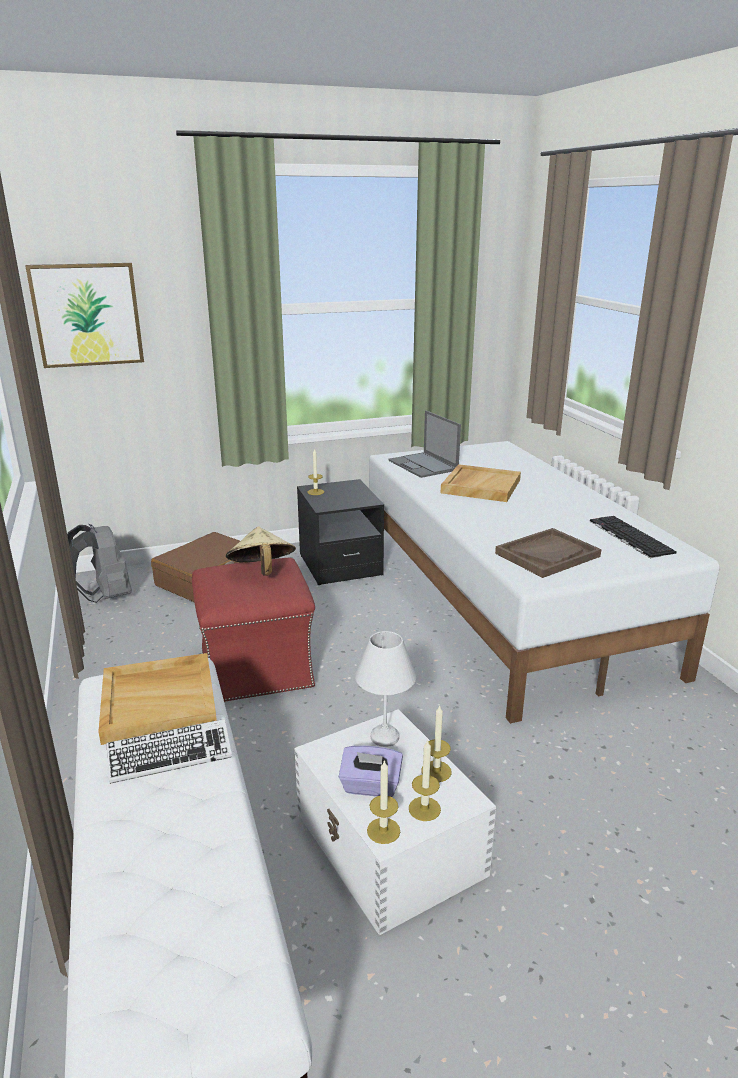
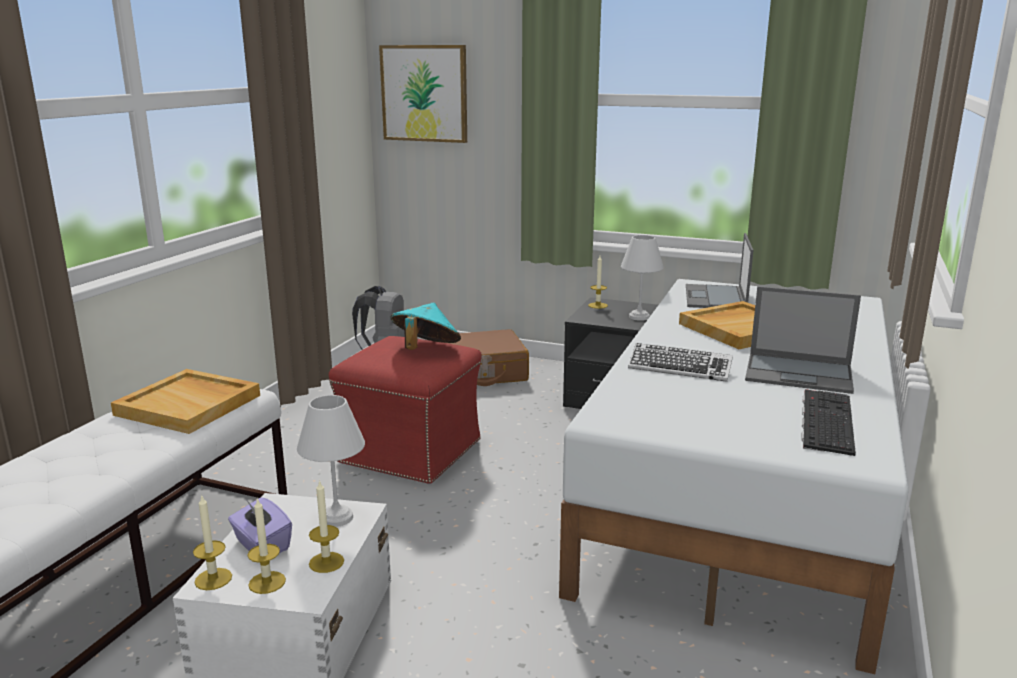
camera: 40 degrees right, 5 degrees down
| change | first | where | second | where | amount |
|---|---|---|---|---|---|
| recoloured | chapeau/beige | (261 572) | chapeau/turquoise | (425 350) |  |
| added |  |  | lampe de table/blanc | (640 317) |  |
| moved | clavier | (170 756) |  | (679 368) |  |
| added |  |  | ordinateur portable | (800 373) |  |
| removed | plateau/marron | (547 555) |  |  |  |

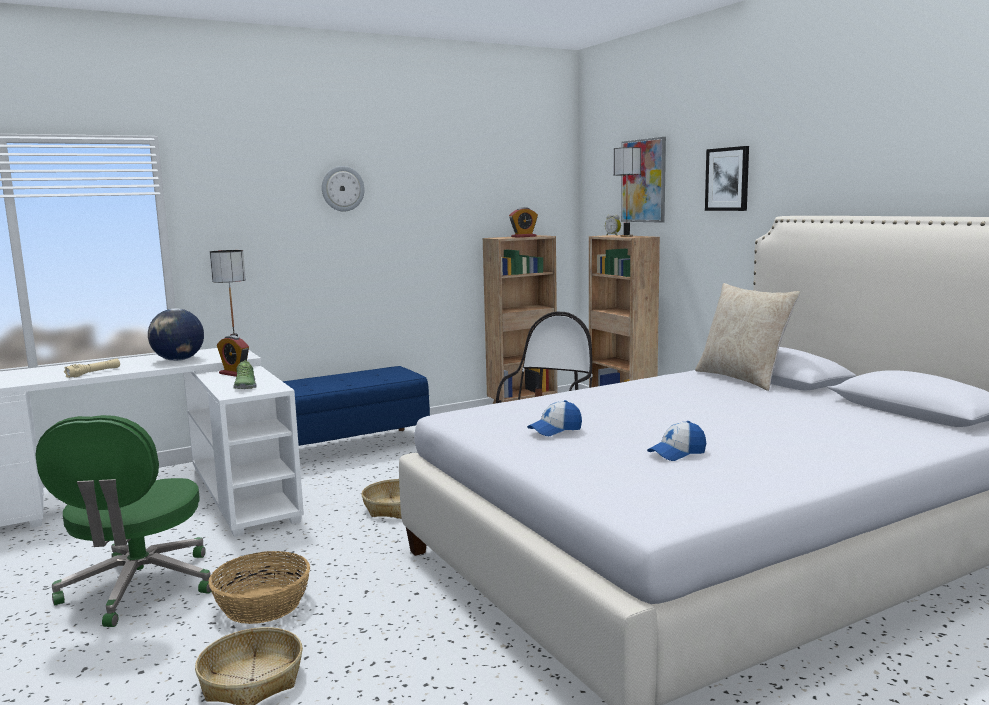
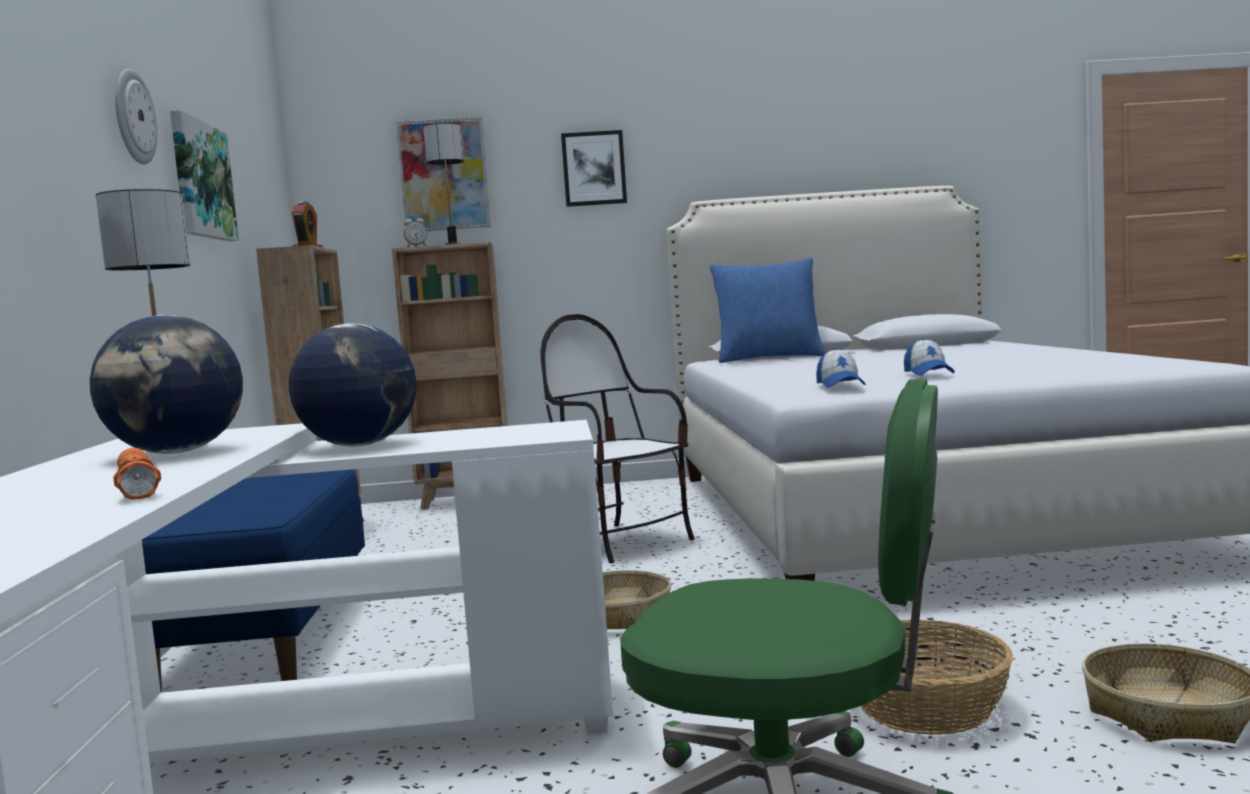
camera: 65 degrees left, 5 degrees down
| change | first | where | second | where | amount |
|---|---|---|---|---|---|
| recoloured | lampe de poche/beige | (93 373) | lampe de poche/orange | (137 488) |  |
| added |  |  | tableau | (200 180) |  |
| replaced | réveil | (235 374) | globe | (360 445) |  |
| recoloured | coussin/beige | (742 378) | coussin/bleu | (769 359) |  |
| moved | casquette | (677 453) |  | (840 384) |  |
| removed | chaussure | (245 386) |  |  |  |

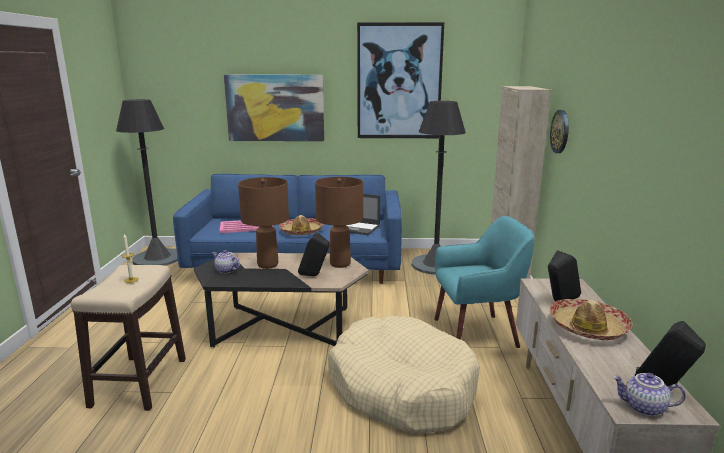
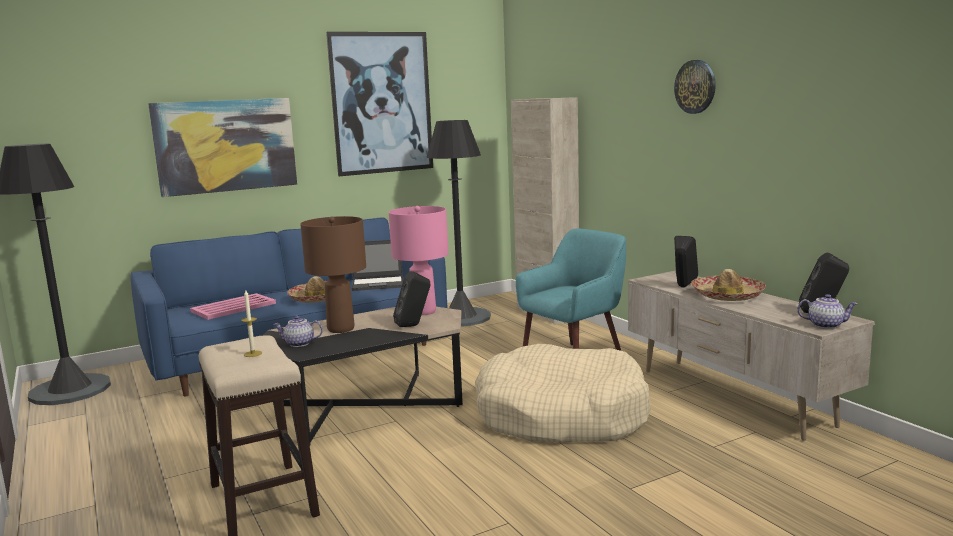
camera: 30 degrees left, 5 degrees down
| change | first | where | second | where | amount |
|---|---|---|---|---|---|
| recoloured | lampe de table/marron | (340 264) | lampe de table/rose | (423 312) |  |
| moved | horloge murale | (560 131) |  | (695 86) |  |
| turned | théière | (643 408) |  | (825 325) | 150 degrees counterclockwise |

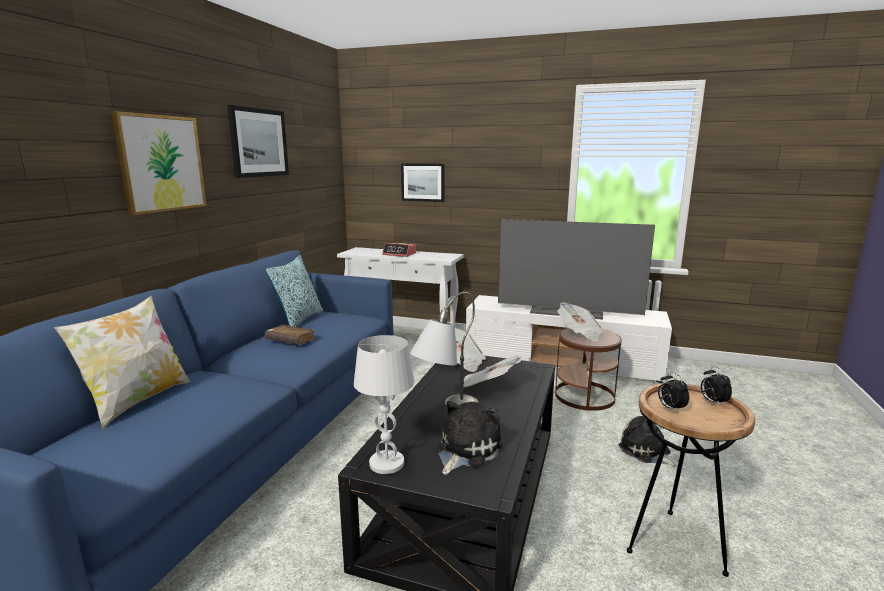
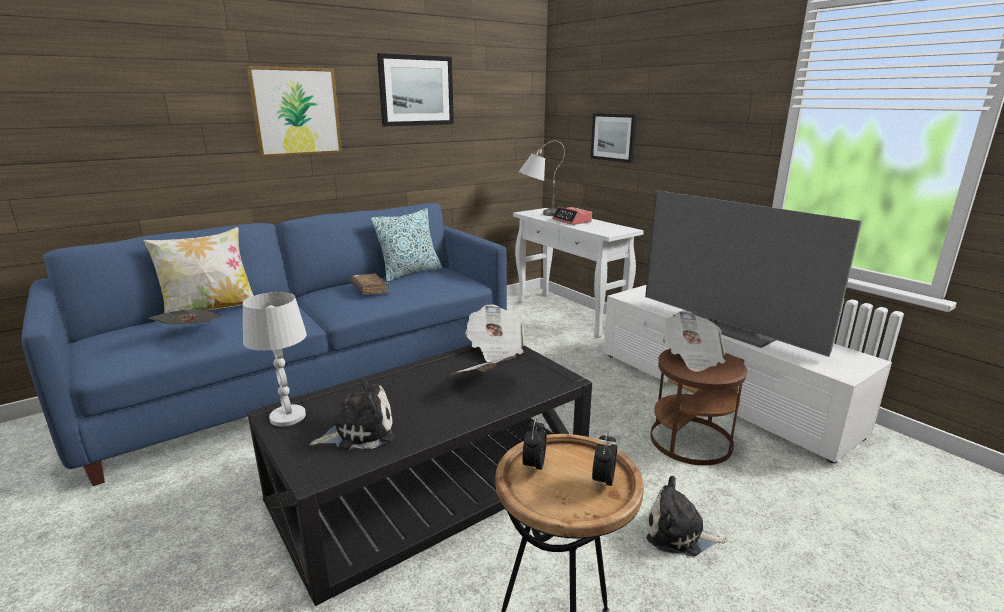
camera: 35 degrees right, 5 degrees up
| change | first | where | second | where | amount |
|---|---|---|---|---|---|
| added |  |  | journal | (191 333) |  |
| moved | lampe de table/gris | (444 415) |  | (539 214) |  |
| turned | peluche | (646 452) |  | (679 534) | 75 degrees counterclockwise |

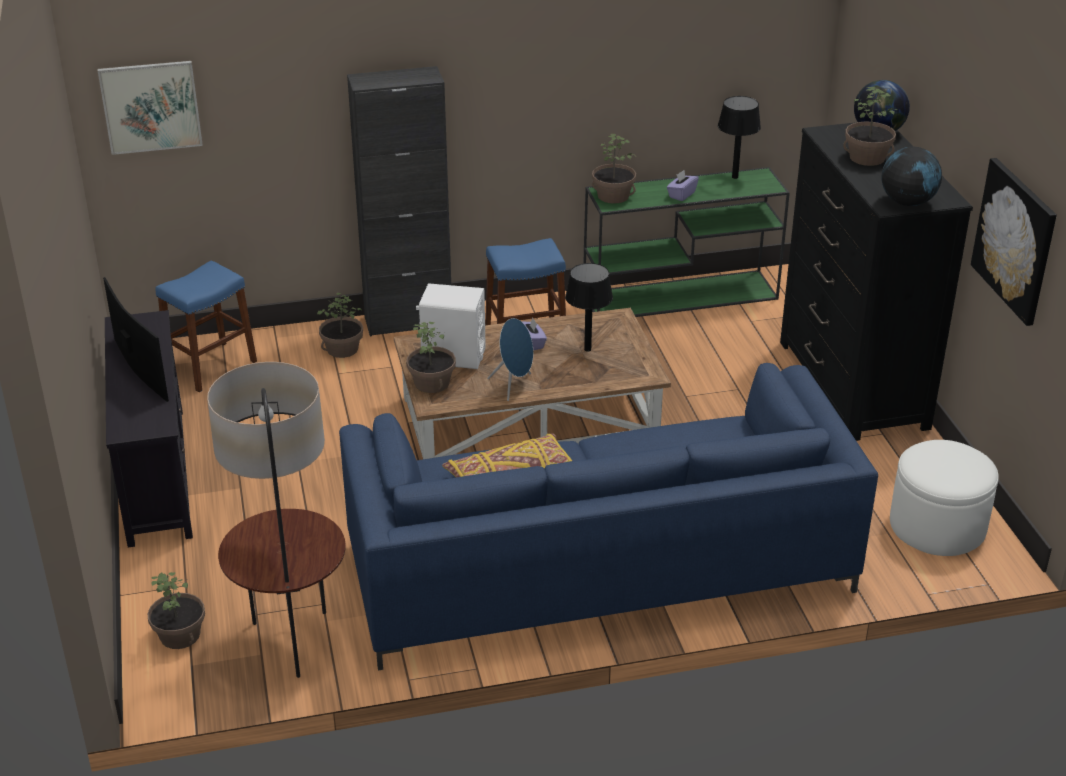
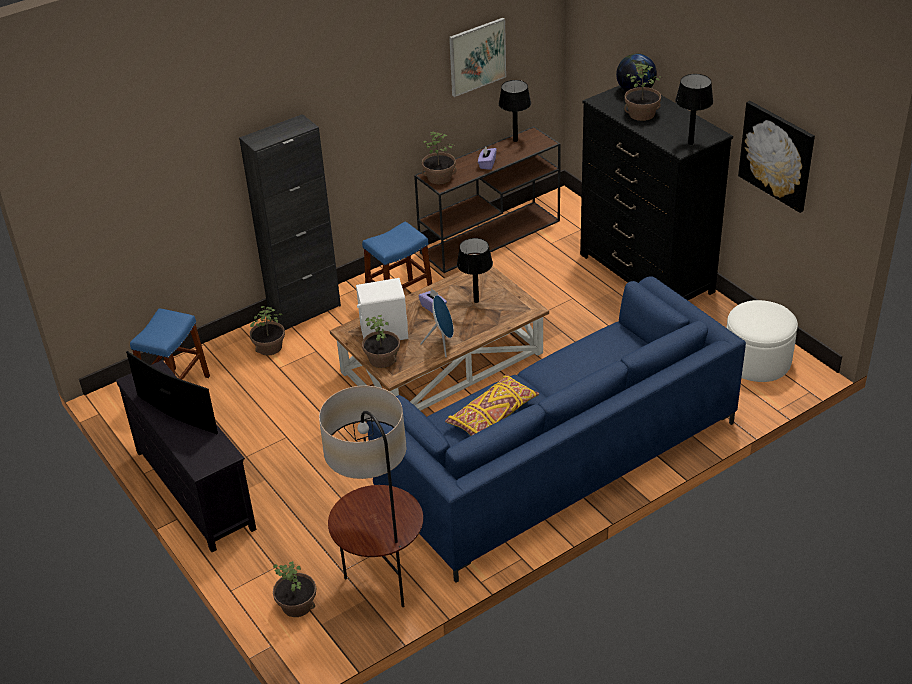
camera: 20 degrees left, 5 degrees up
| change | first | where | second | where | amount |
|---|---|---|---|---|---|
| recoloured | table console/vert | (682 295) | table console/marron | (491 236) |  |
| moved | tableau | (151 107) |  | (477 56) |  |
| replaced | globe | (907 202) | lampe de table/noir | (690 143) |  |

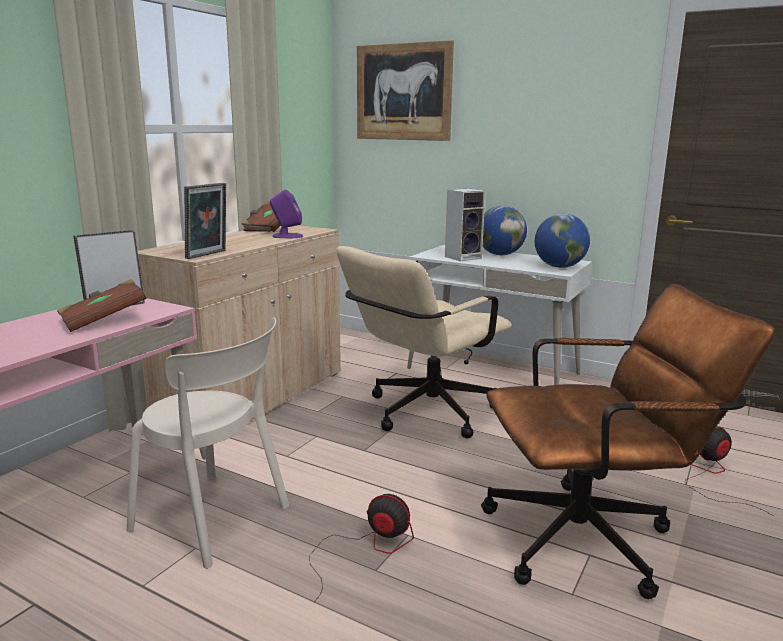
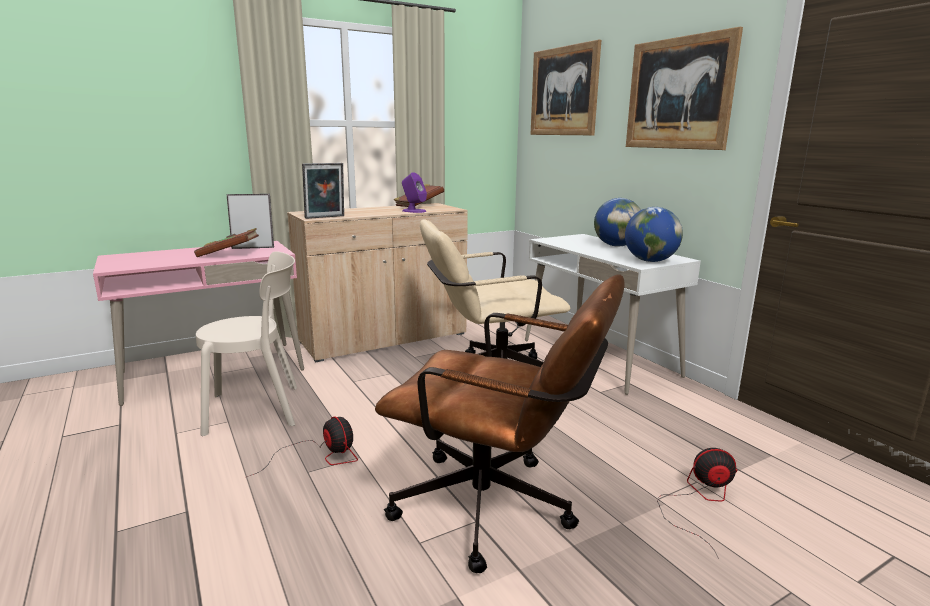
camera: 30 degrees right, 0 degrees up
| change | first | where | second | where | amount |
|---|---|---|---|---|---|
| turned | chaise/beige | (216 520) |  | (259 409) | 75 degrees counterclockwise |
| added |  |  | tableau | (678 94) |  |
| removed | enceinte | (463 257) |  |  |  |

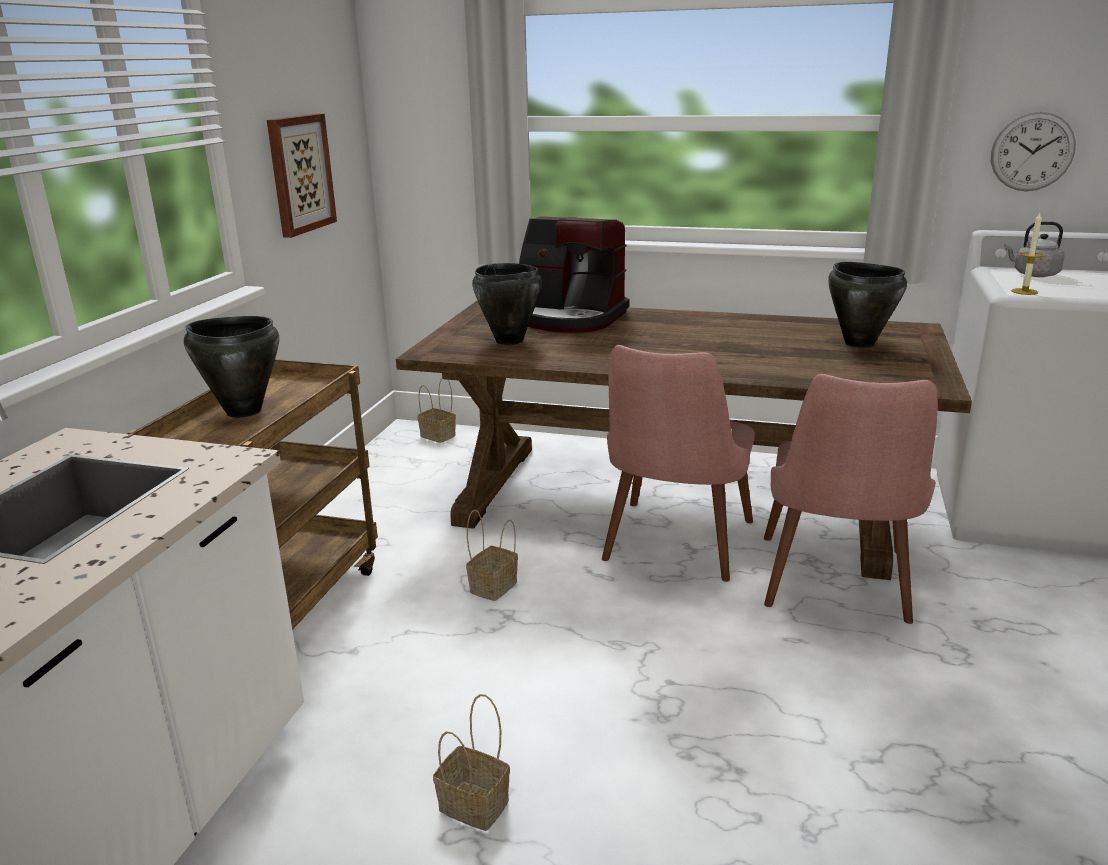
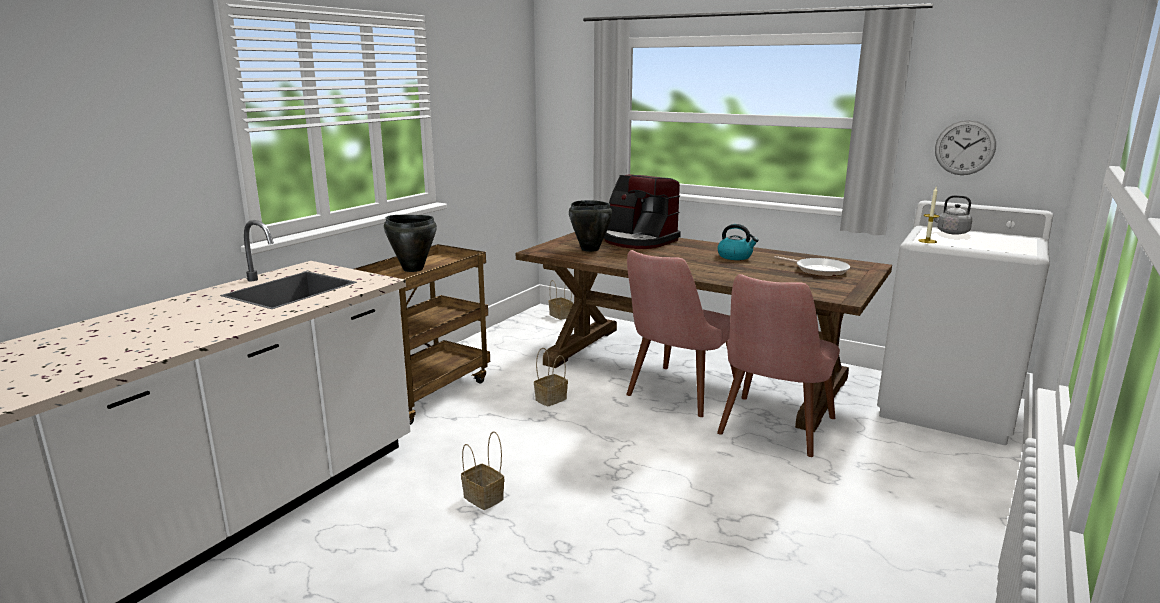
camera: 15 degrees right, 5 degrees down
| change | first | where | second | where | amount |
|---|---|---|---|---|---|
| added |  |  | bouilloire | (735 256) |  |
| replaced | marmite/noir | (859 343) | poêle | (818 270) |  |
| removed | tableau | (300 174) |  |  |  |

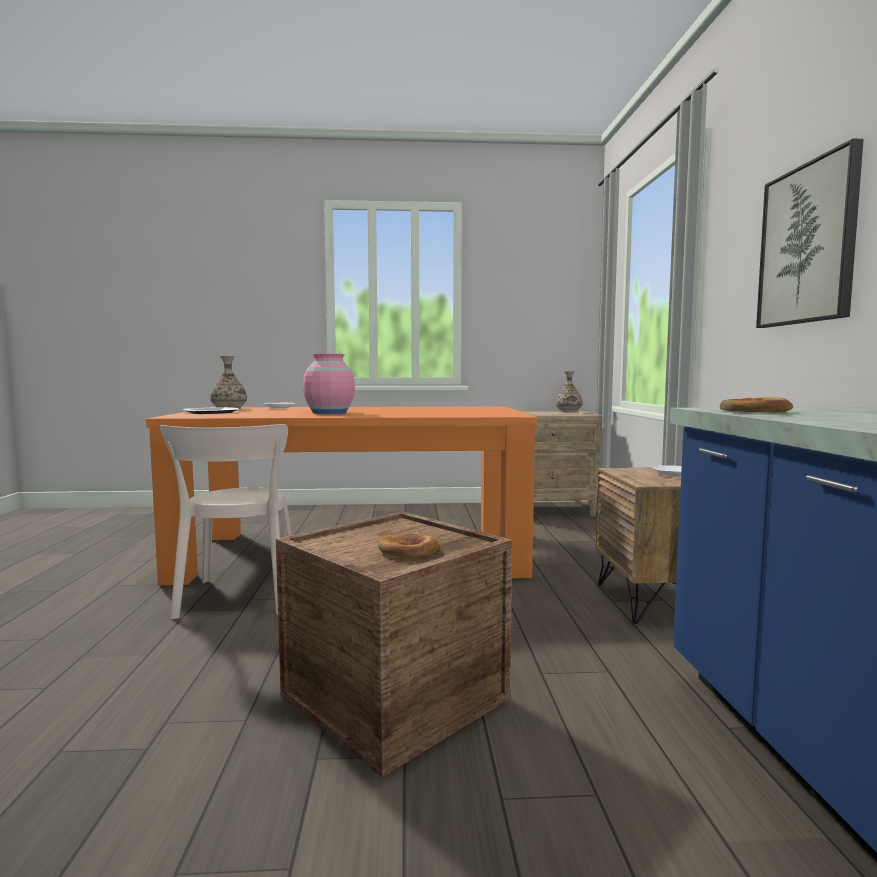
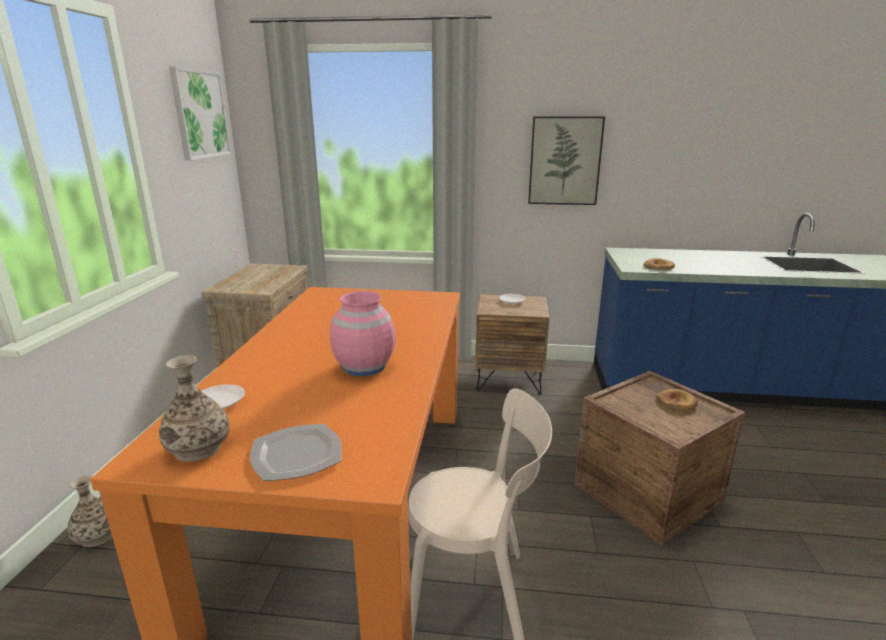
camera: 80 degrees left, 15 degrees up
| change | first | where | second | where | amount |
|---|---|---|---|---|---|
| moved | vase | (568 411) |  | (98 536) |  |
| added |  |  | tableau | (200 114) |  |

